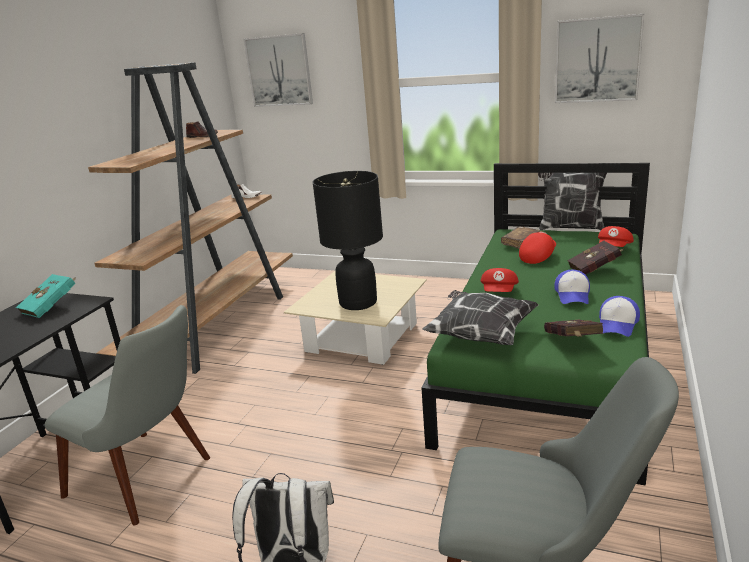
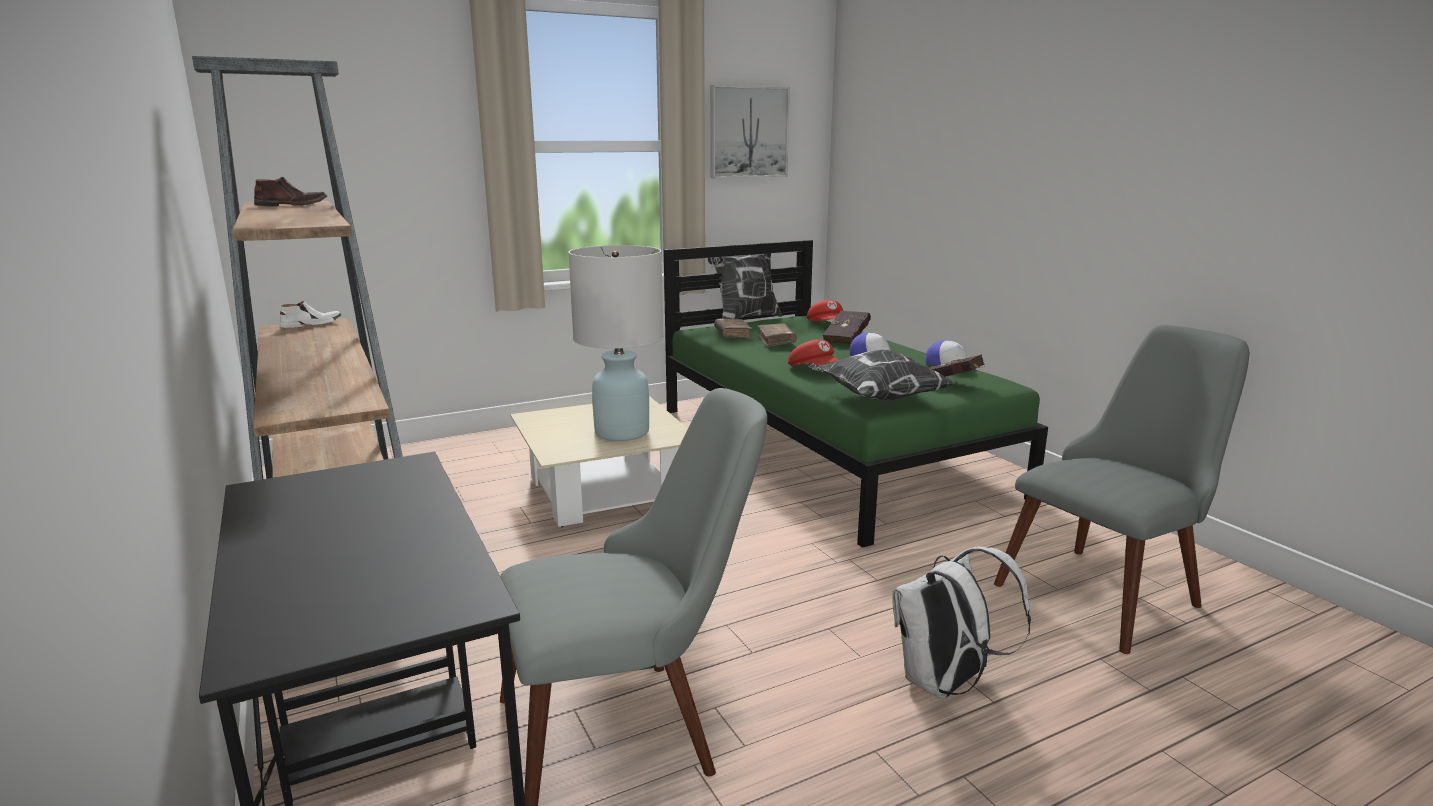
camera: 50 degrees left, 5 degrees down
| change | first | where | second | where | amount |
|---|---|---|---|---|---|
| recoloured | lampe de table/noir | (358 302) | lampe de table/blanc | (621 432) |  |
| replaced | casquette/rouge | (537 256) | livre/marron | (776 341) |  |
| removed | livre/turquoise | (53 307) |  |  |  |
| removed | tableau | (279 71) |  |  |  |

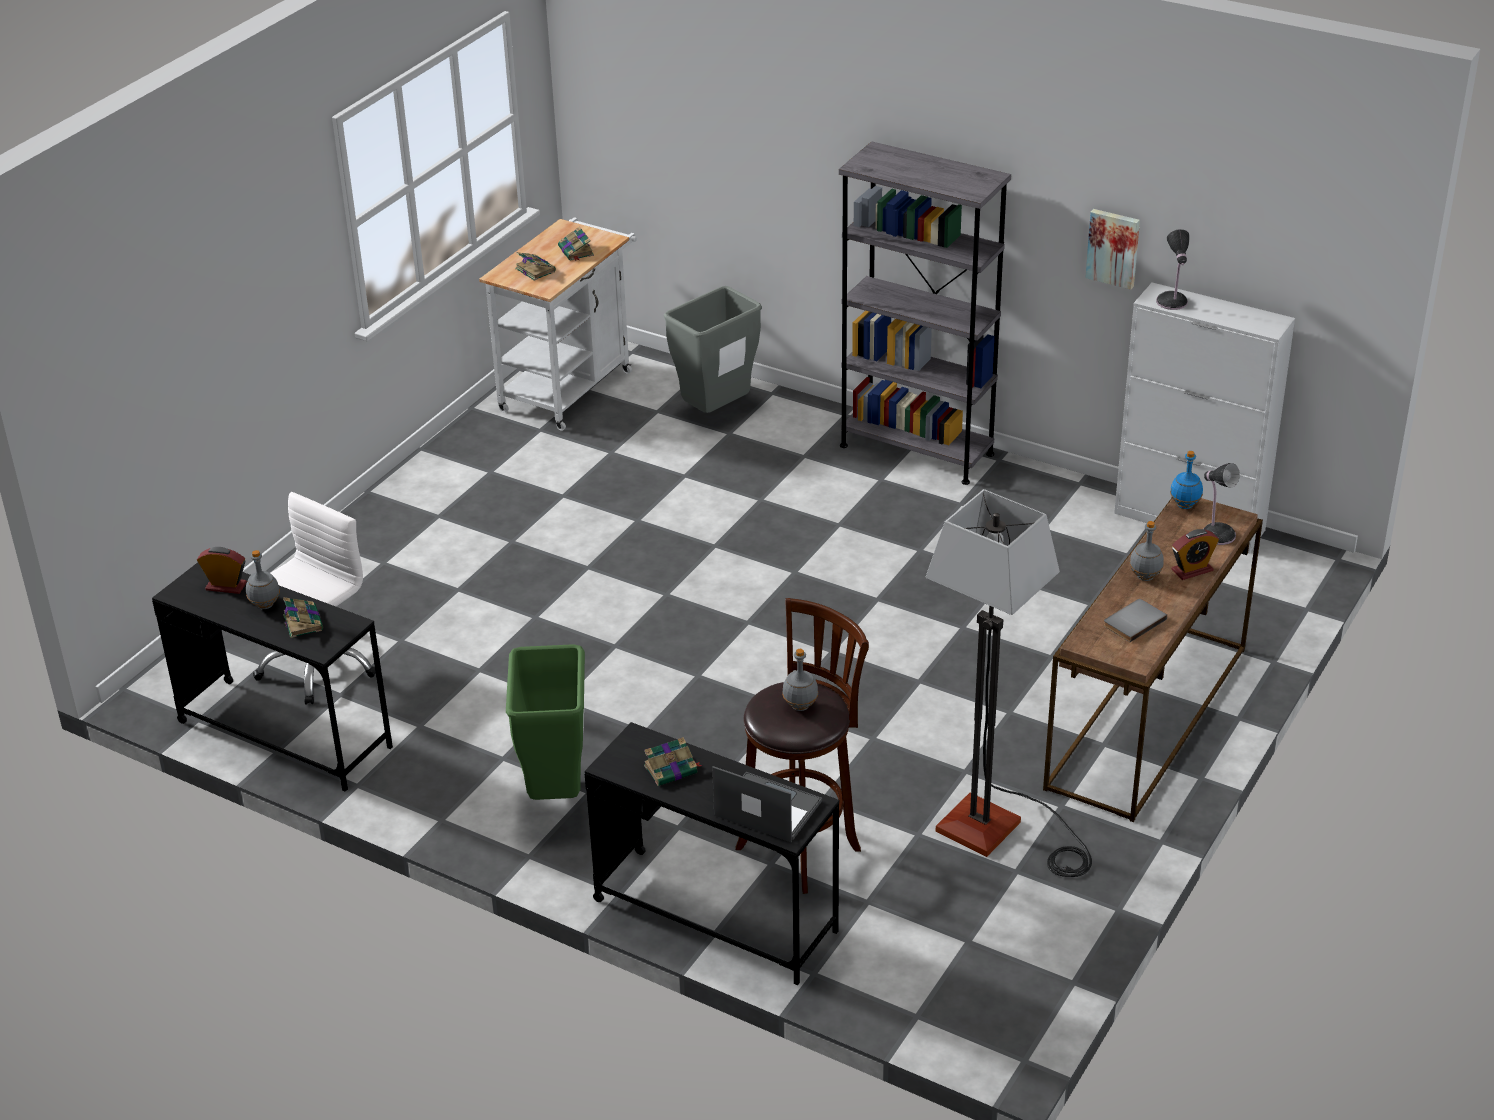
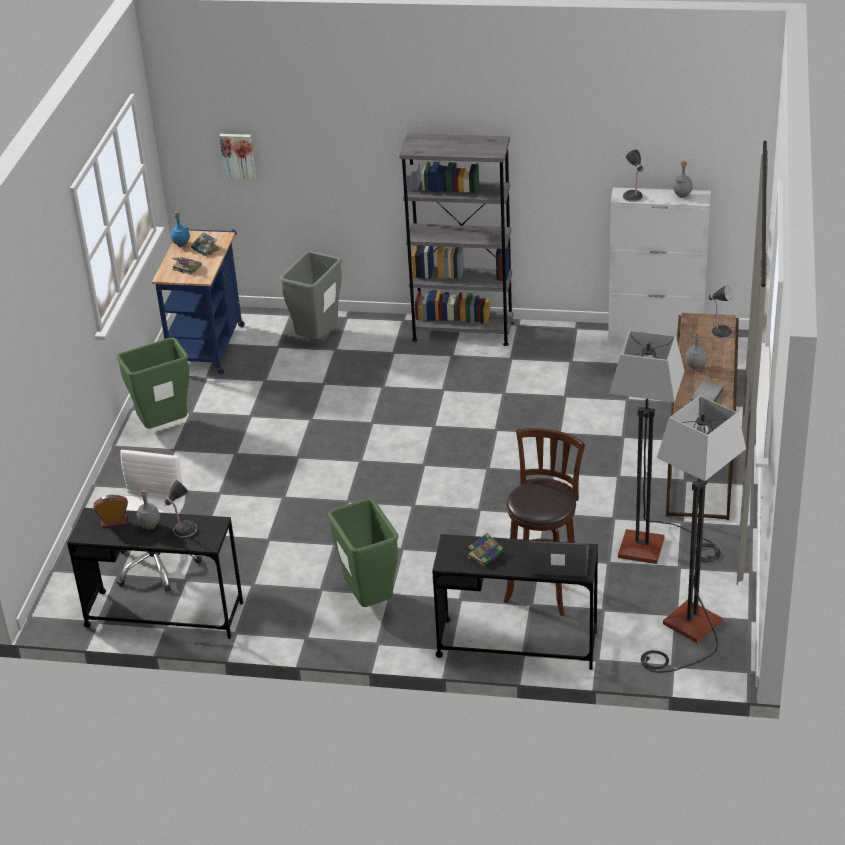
camera: 20 degrees left, 0 degrees up
| change | first | where | second | where | amount |
|---|---|---|---|---|---|
| added |  |  | poubelle/vert | (165 427) |  |
| recoloured | chariot/blanc | (570 386) | chariot/bleu | (208 344) |  |
| replaced | livre | (303 622) | lampe de table | (183 530) |  |
| moved | bouteille/bleu | (1184 505) |  | (181 245) |  |
| moved | tableau | (1113 247) |  | (238 155) |  |
| added |  |  | lampadaire | (686 633) |  |
| moved | bouteille/gris | (800 706) |  | (682 196) |  |
| removed | réveil | (1192 570) |  |  |  |

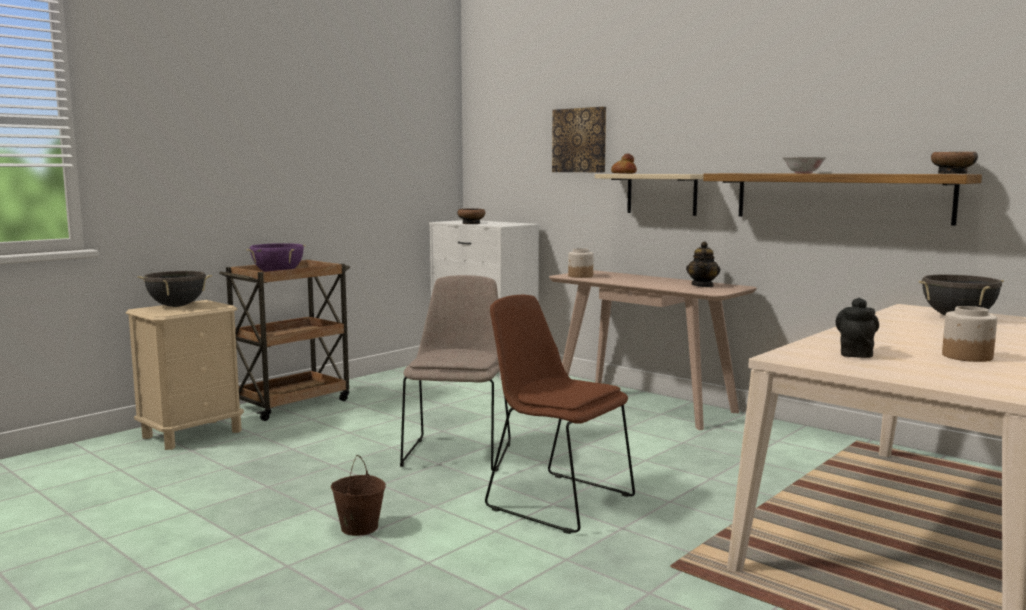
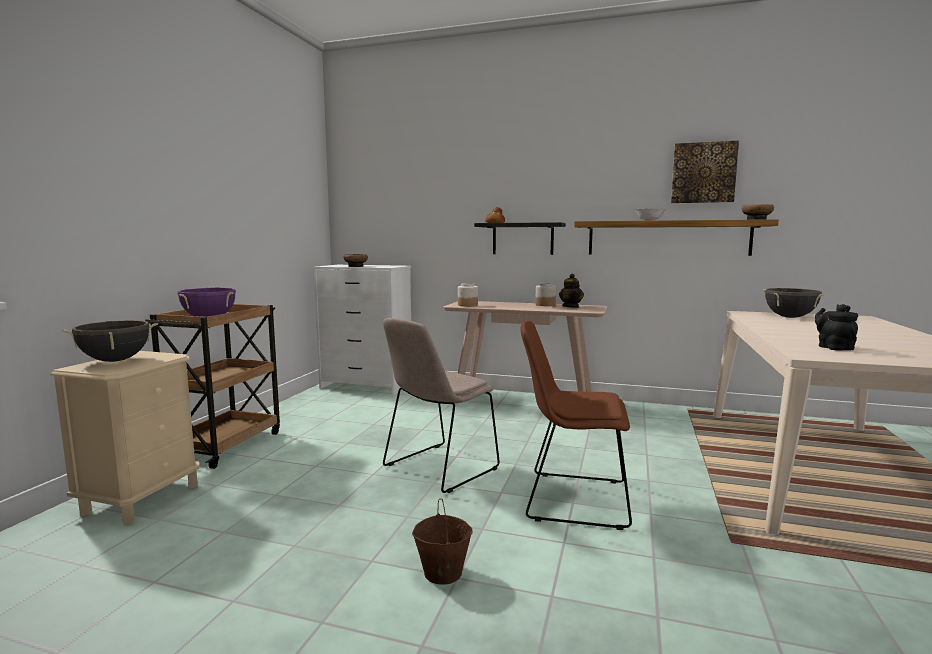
camera: 25 degrees left, 0 degrees up
| change | first | where | second | where | amount |
|---|---|---|---|---|---|
| turned | chaise/beige | (458 453) |  | (438 468) | 120 degrees counterclockwise |
| recoloured | étagère/beige | (661 194) | étagère/noir | (522 239) |  |
| moved | bocal | (966 356) |  | (545 305) |  |
| moved | tableau | (580 140) |  | (703 173) |  |

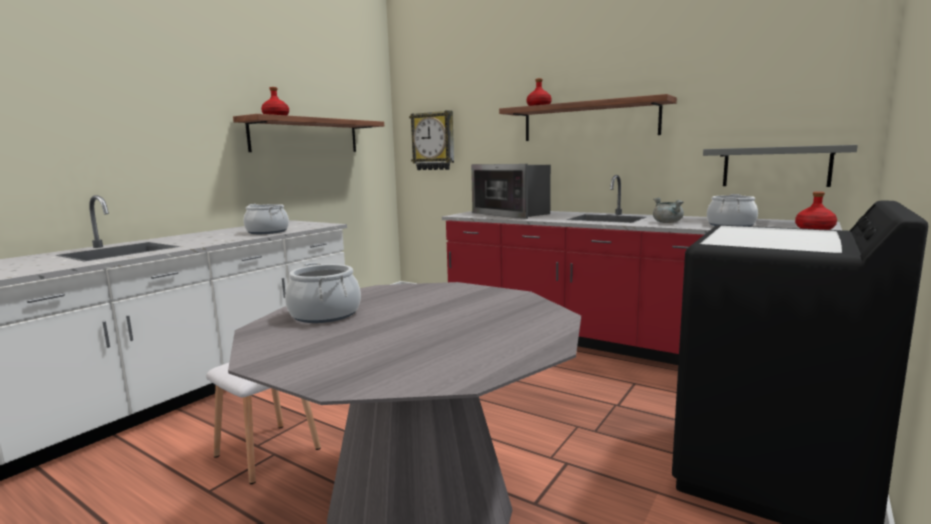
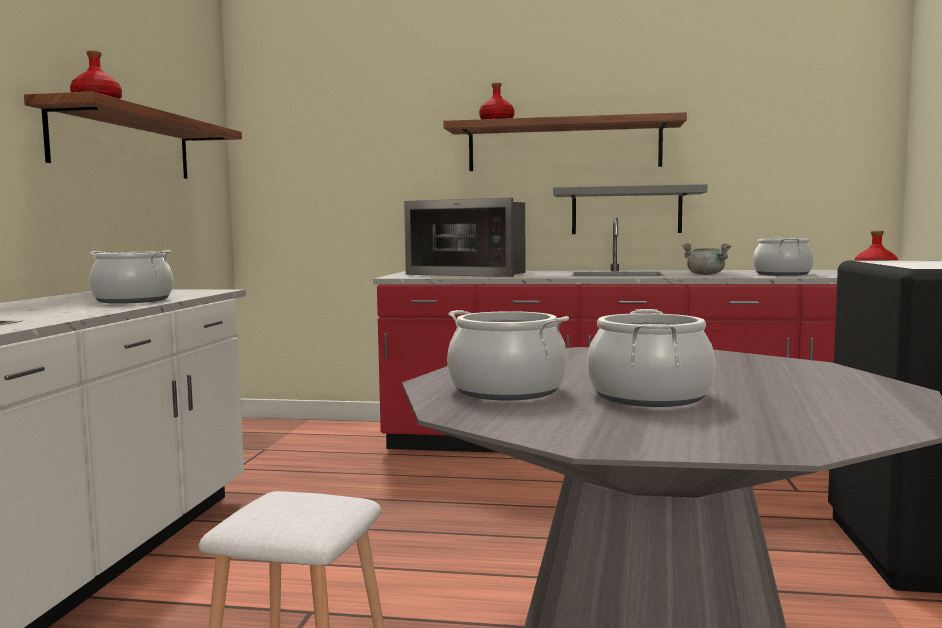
camera: 25 degrees left, 5 degrees down
| change | first | where | second | where | amount |
|---|---|---|---|---|---|
| moved | étagère/gris | (775 166) |  | (626 211) |  |
| added |  |  | marmite | (649 396) |  |
| removed | horloge murale | (433 141) |  |  |  |

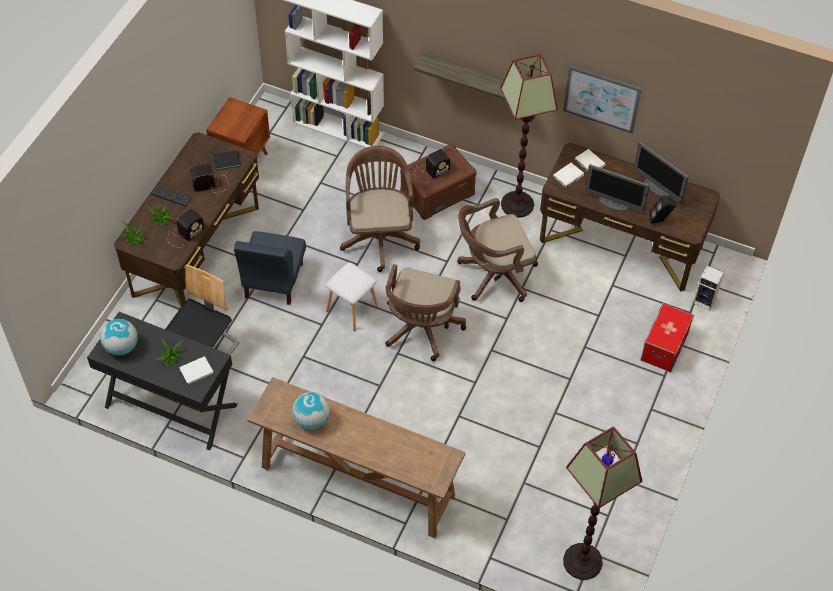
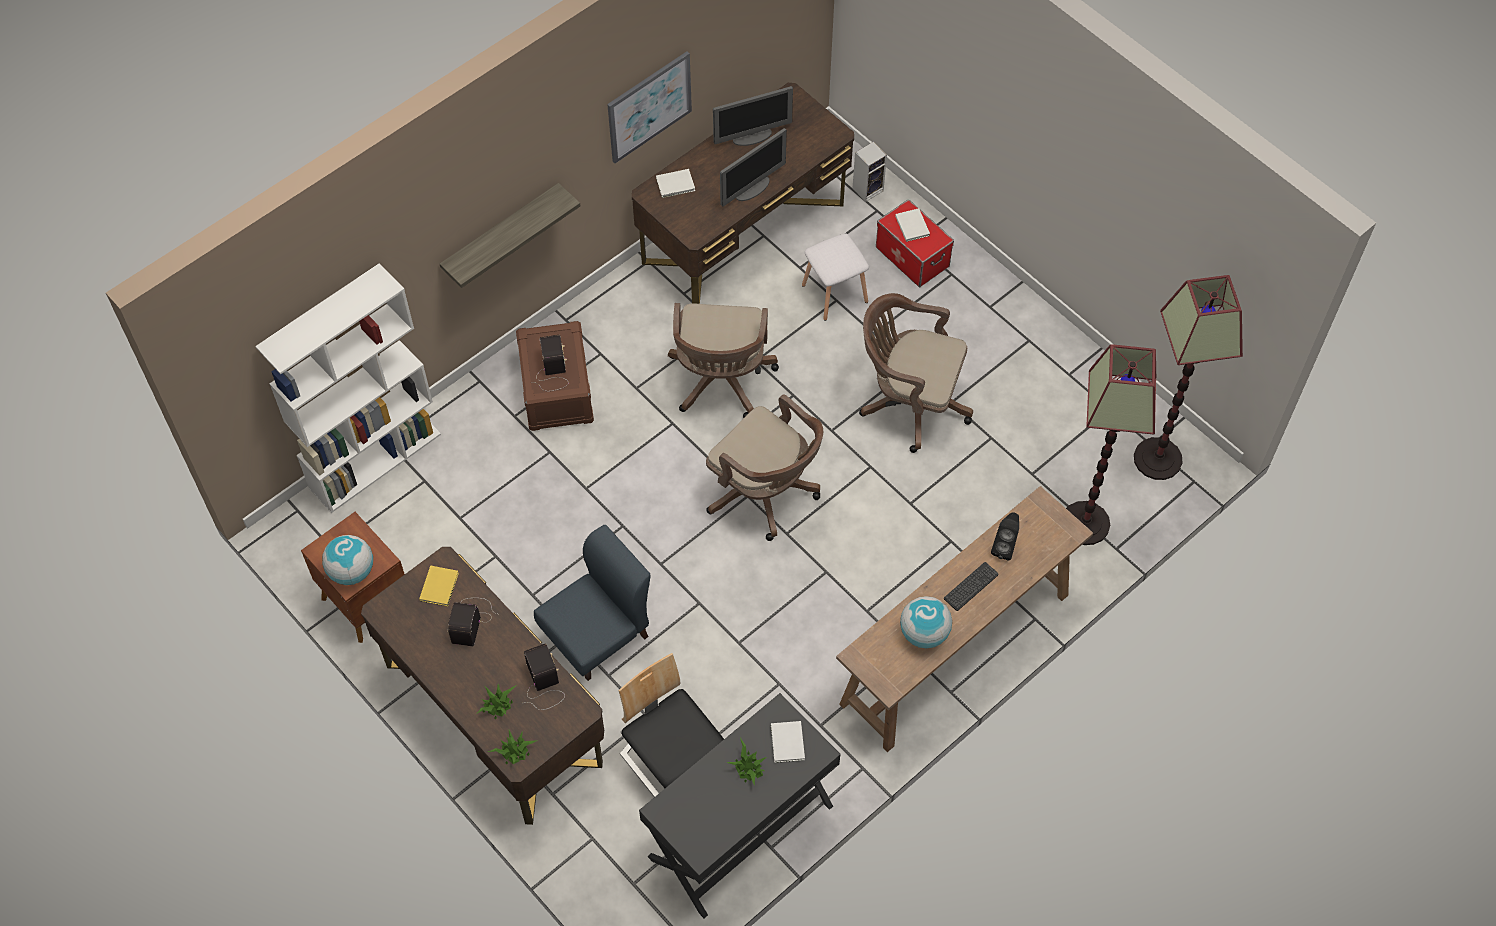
camera: 65 degrees left, 5 degrees up
| change | first | where | second | where | amount |
|---|---|---|---|---|---|
| moved | globe | (121 347) |  | (351 571) |  |
| recoloured | livre/noir | (228 161) | livre/jaune | (440 586) |  |
| turned | chaise/bleu | (273 281) |  | (598 635) | 75 degrees counterclockwise |
| moved | tabouret/blanc | (351 308) |  | (834 294) |  |
| moved | chaise de bureau/marron | (379 236) |  | (909 402) |  |
| moved | livre/blanc | (569 175) |  | (912 225) |  |
| moved | clavier | (171 196) |  | (971 586) |  |
| moved | enceinte/noir | (660 220) |  | (1005 547) |  |
| moved | lampadaire | (517 204) |  | (1084 524) |  |

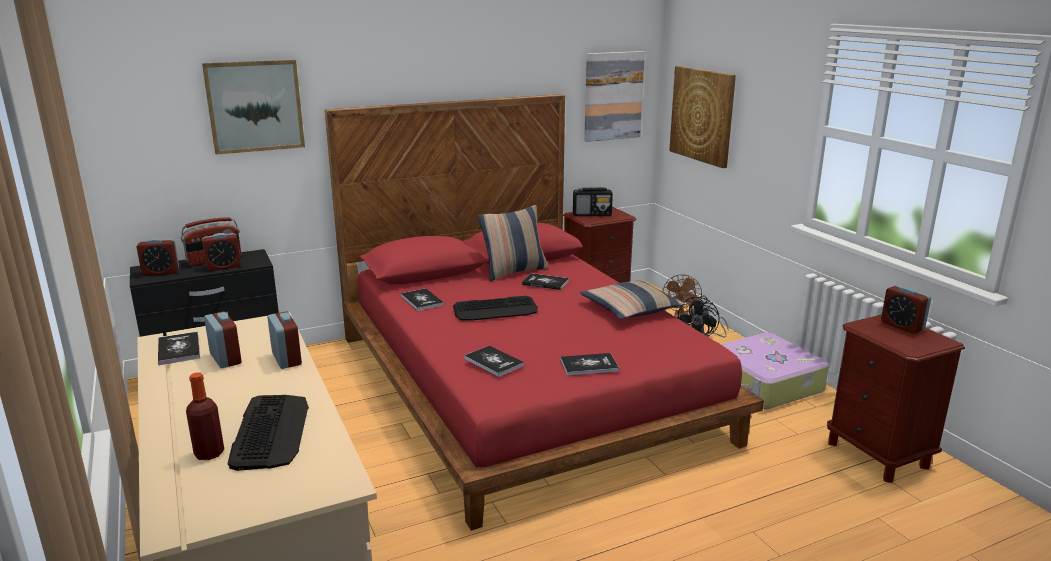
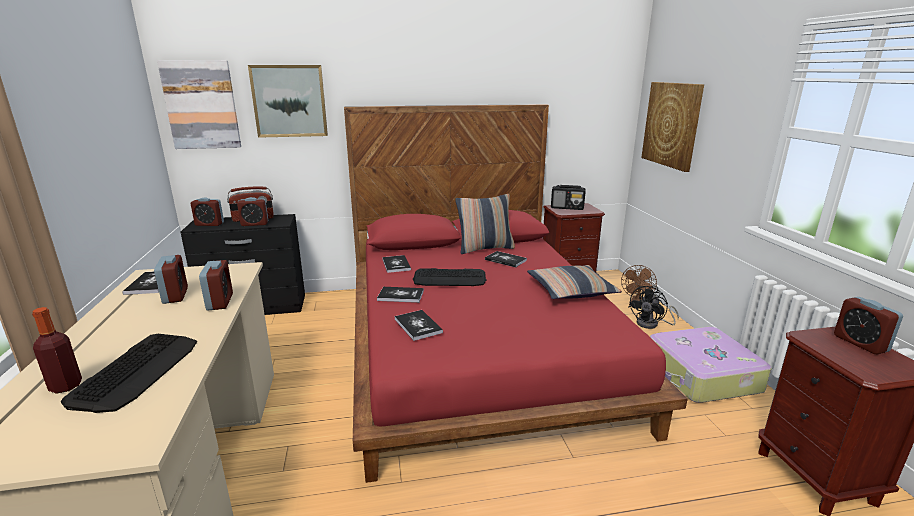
camera: 15 degrees right, 0 degrees up
| change | first | where | second | where | amount |
|---|---|---|---|---|---|
| moved | tableau | (613 96) |  | (201 105) |  |
| moved | livre | (589 365) |  | (400 295) |  |

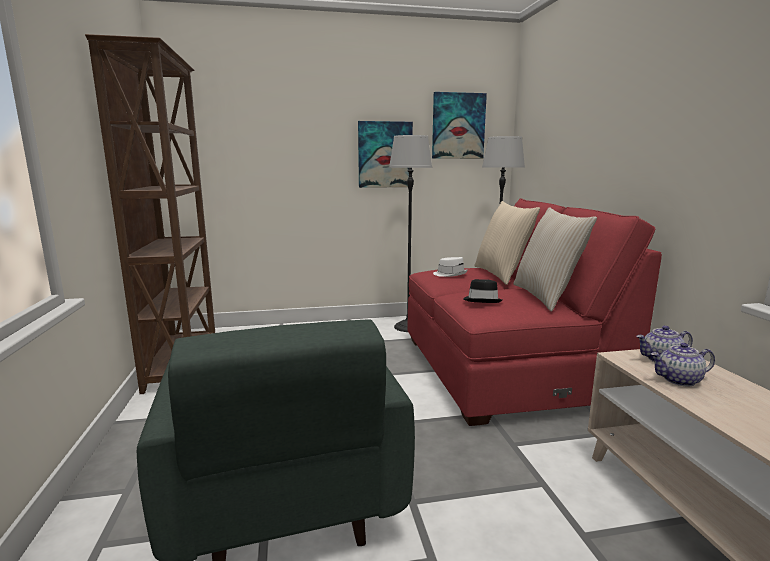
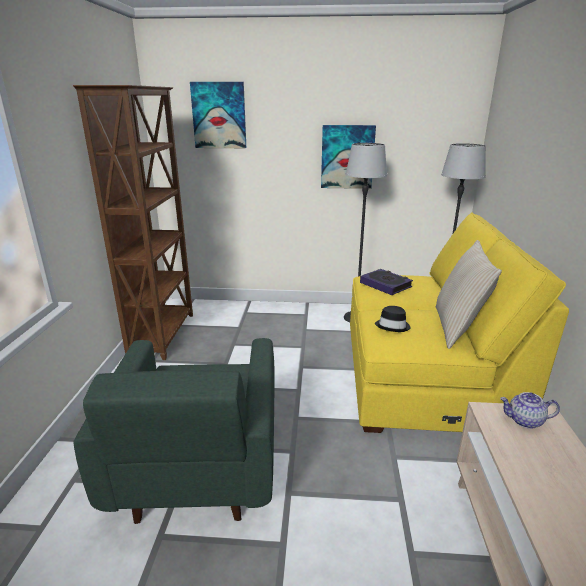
camera: 15 degrees right, 10 degrees up
| change | first | where | second | where | amount |
|---|---|---|---|---|---|
| moved | tableau | (458 126) |  | (219 115) |  |
| recoloured | canapé/rouge | (502 369) | canapé/jaune | (421 377) |  |
| replaced | chapeau/blanc | (450 274) | livre | (385 285) |  |
| removed | coussin/beige | (501 274) |  |  |  |
| removed | théière | (679 380) |  |  |  |

